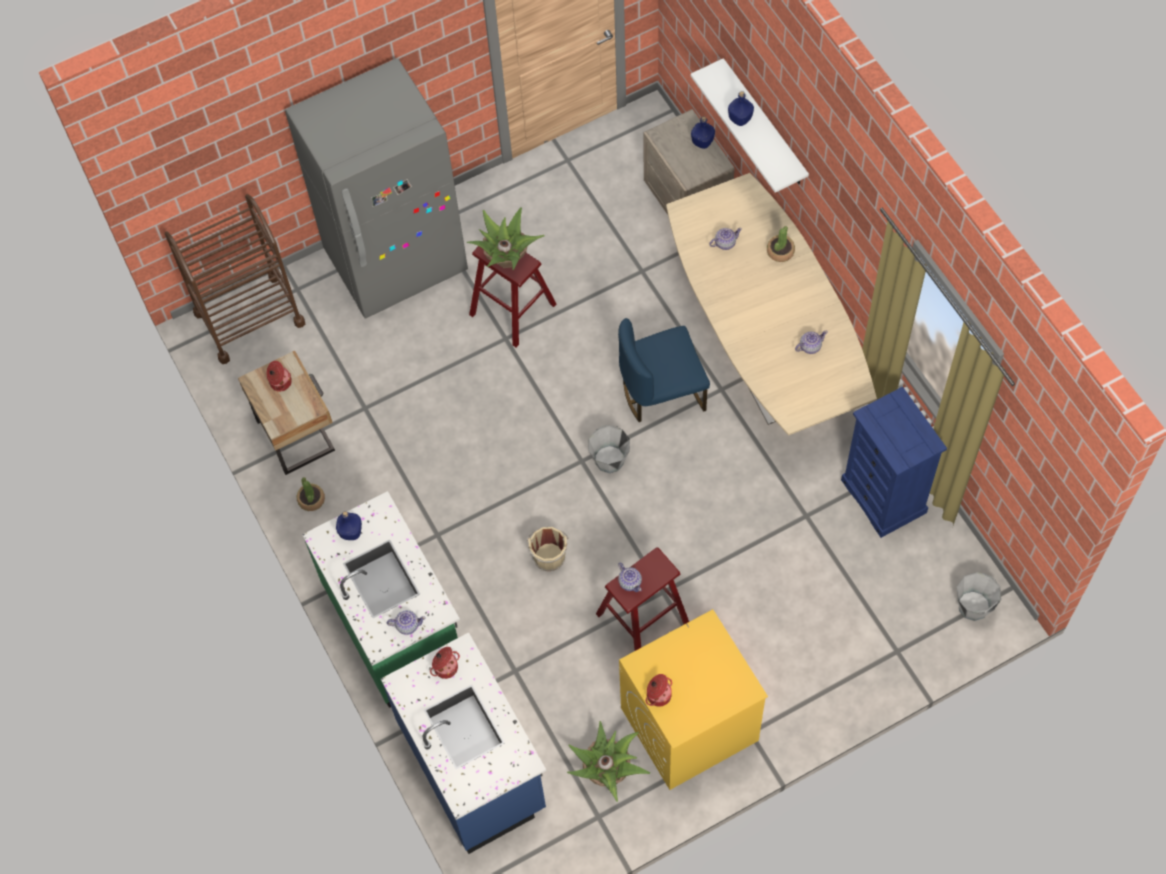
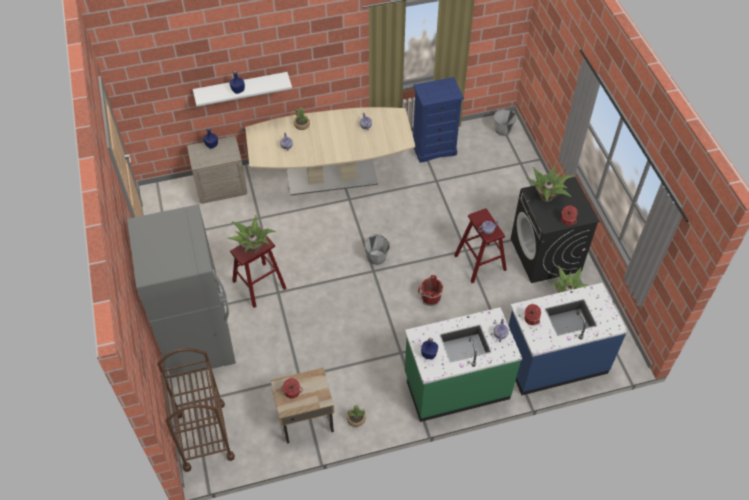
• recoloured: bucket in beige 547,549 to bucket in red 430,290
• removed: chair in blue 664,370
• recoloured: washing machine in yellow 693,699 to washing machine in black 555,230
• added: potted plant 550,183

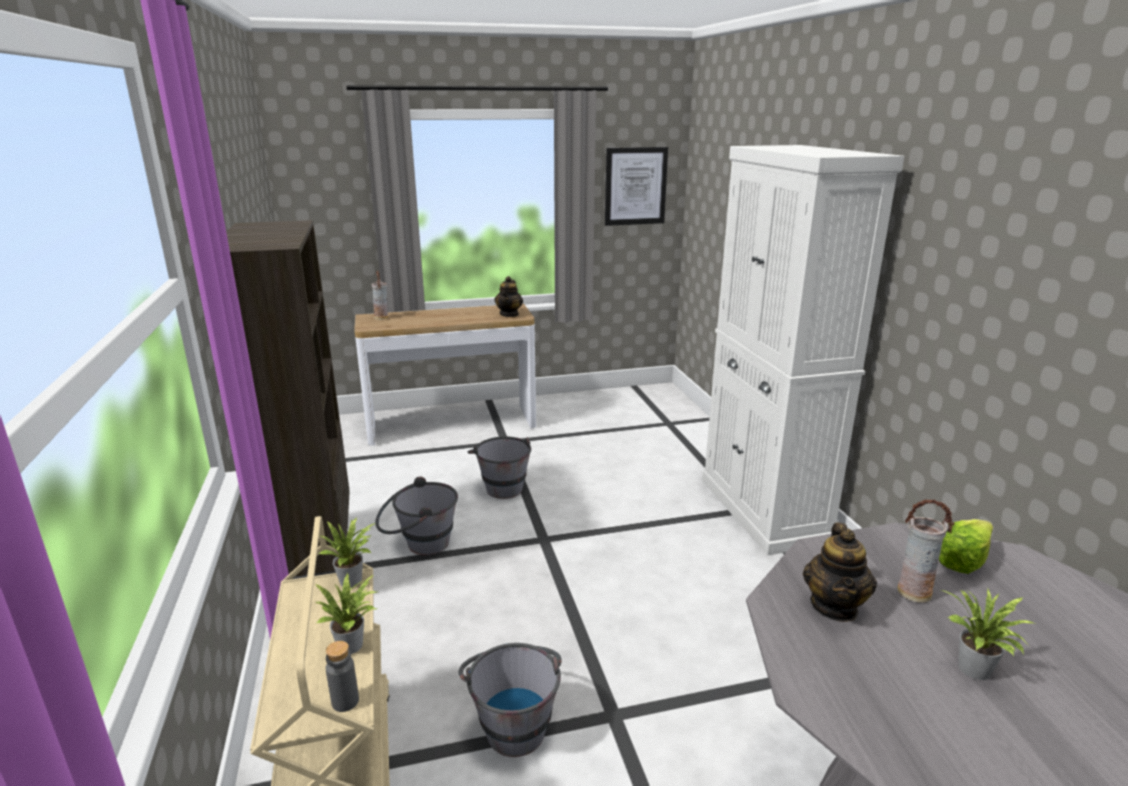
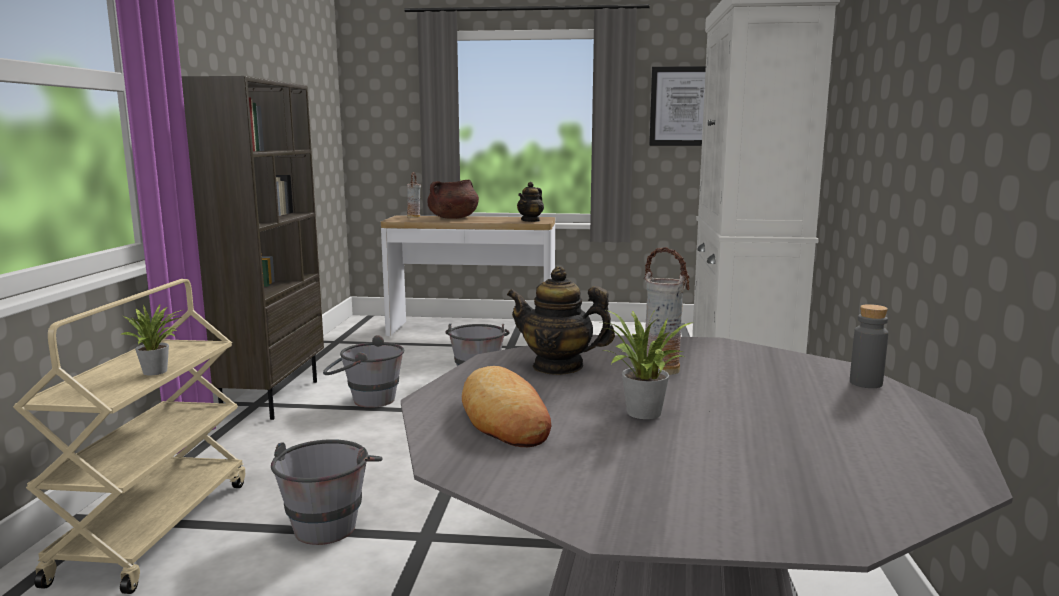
• removed: potted plant 347,552
• moved: bottle in grey 342,676 to 869,346
• turned: teapot 840,572 = 561,320 75 degrees clockwise
• removed: lettuce 966,546
• added: cooking pot in brown 453,199
• added: bread 506,406

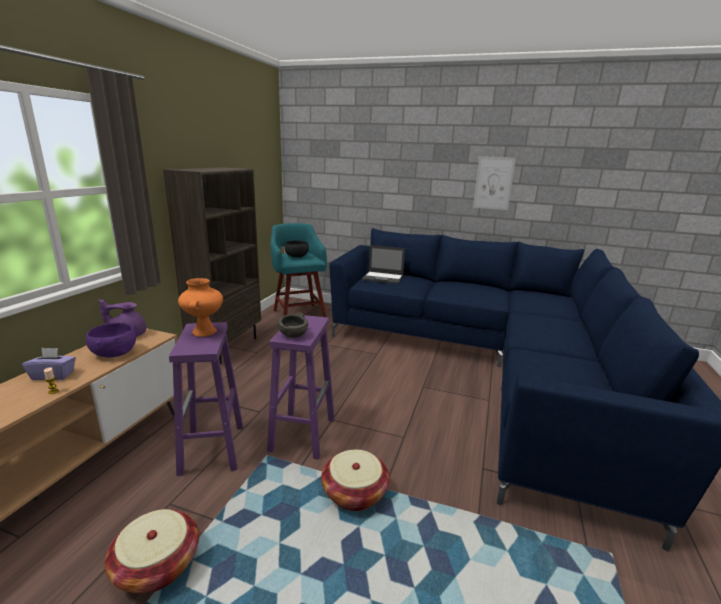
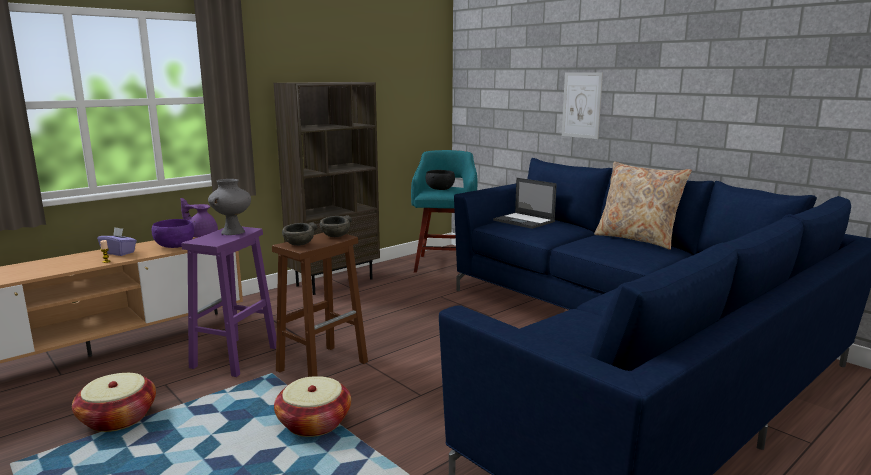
• recoloured: vase in orange 200,307 to vase in grey 229,207
• recoloured: stool in purple 301,387 to stool in brown 320,305
• moved: picture 494,183 to 582,106
• added: bowl in grey 336,226
• added: pillow in beige 643,206

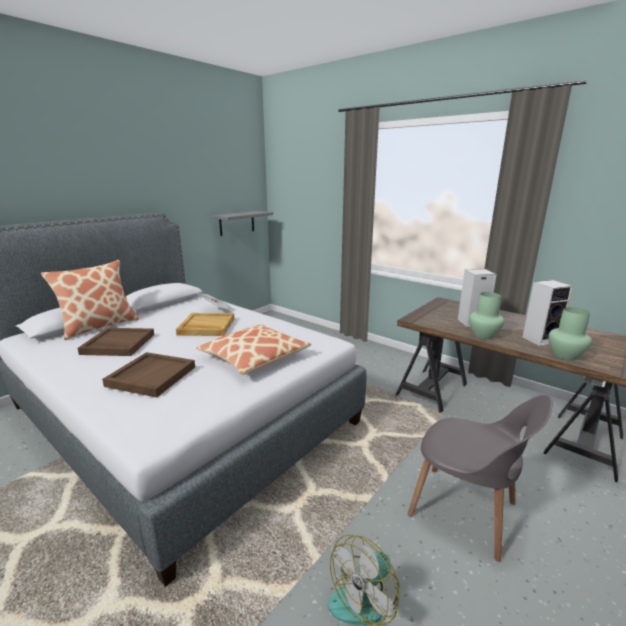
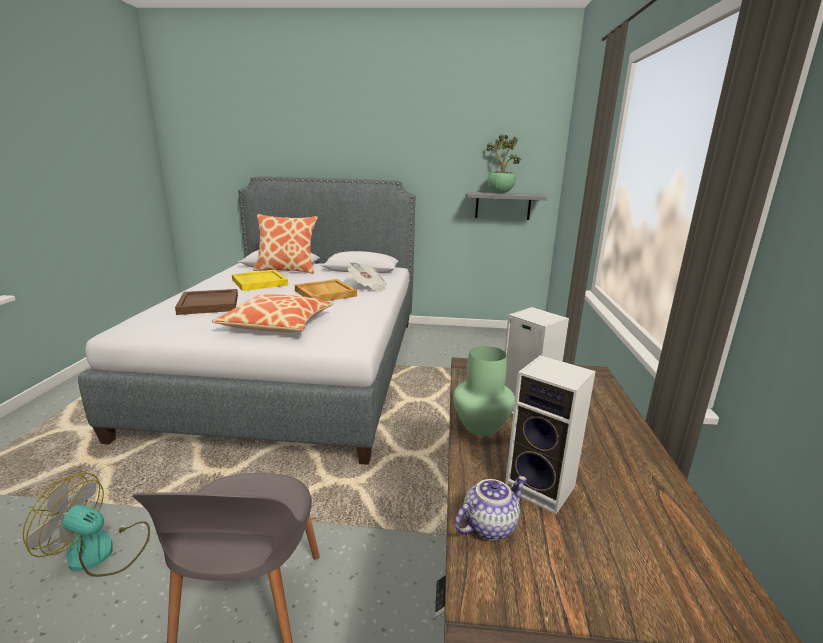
• recoloured: tray in brown 115,342 to tray in yellow 260,280
• replaced: vase in green 570,333 to teapot 491,508
• added: potted plant 503,164

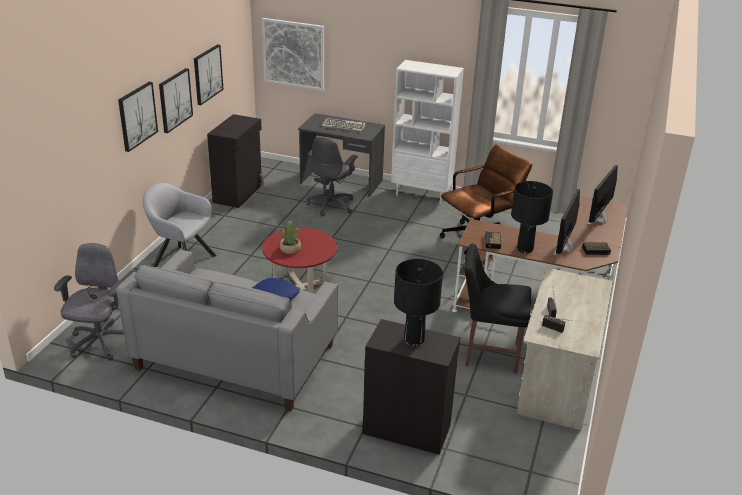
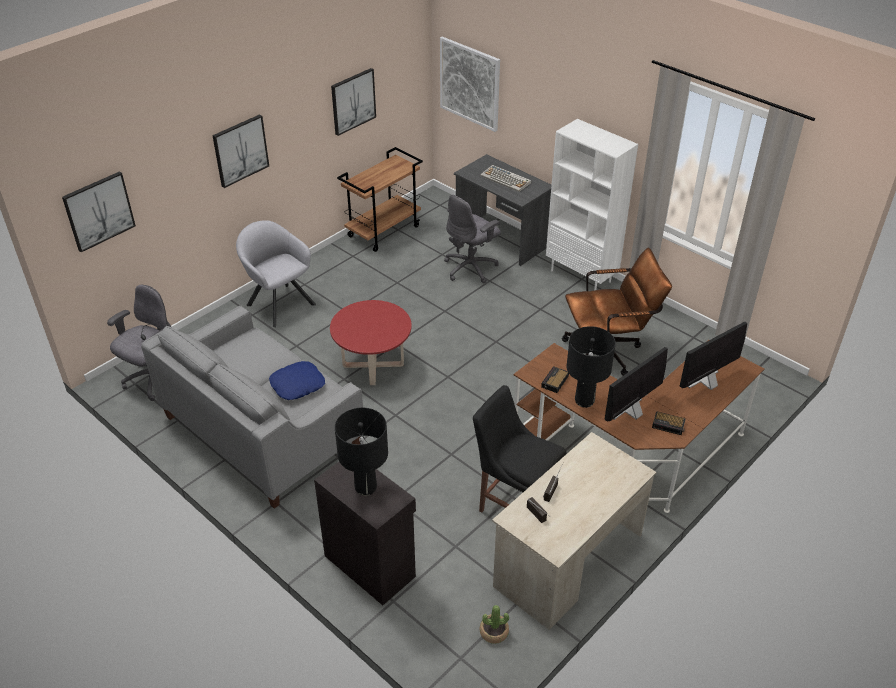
• moved: picture 176,100 to 99,211
• replaced: cabinet in black 235,161 to cart in brown 380,199
• moved: potted plant 290,237 to 494,624

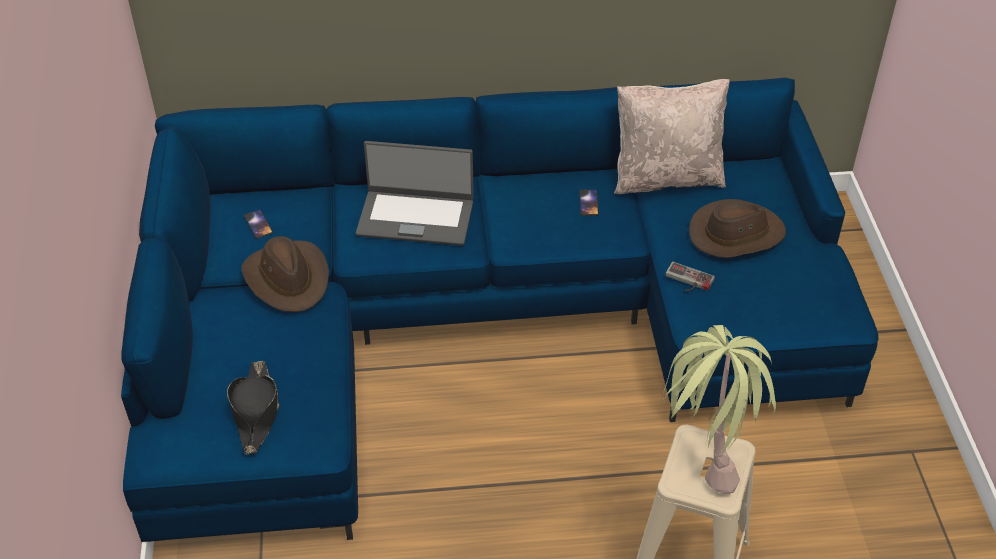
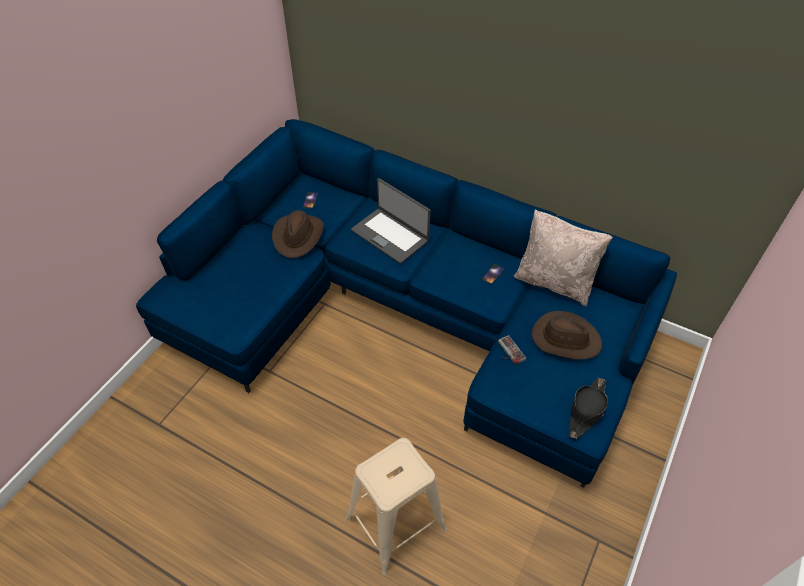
• moved: hat in black 253,407 to 588,408
• removed: potted plant 719,409

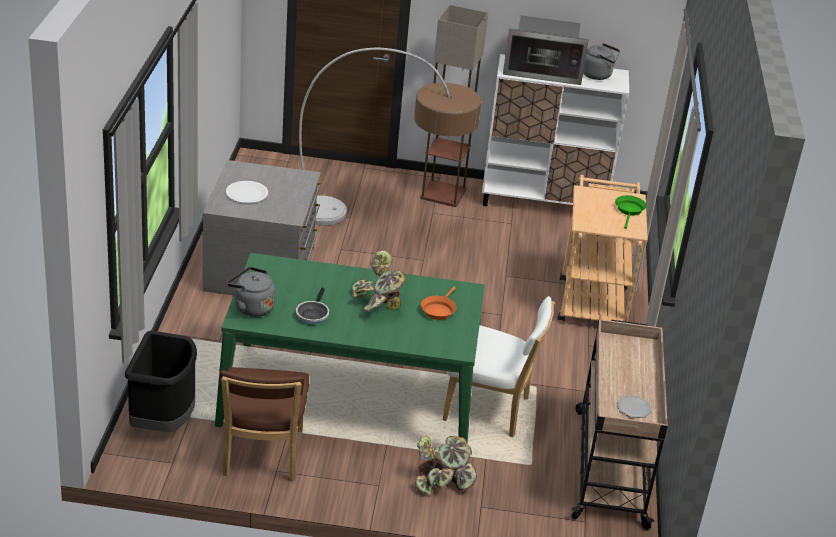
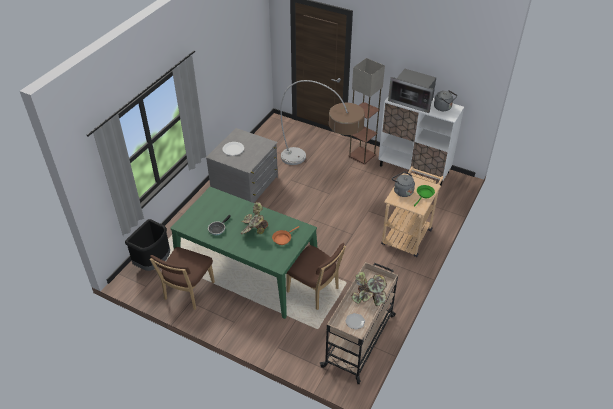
• moved: kettle in grey 251,292 to 403,184
• moved: potted plant 446,465 to 369,289
• recoloured: chair in white 499,366 to chair in brown 316,276

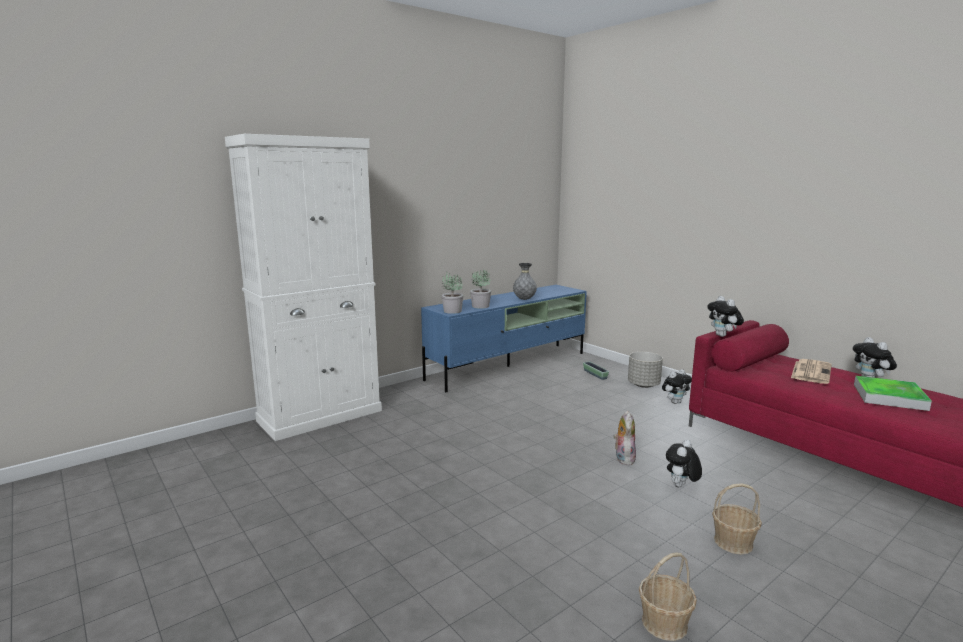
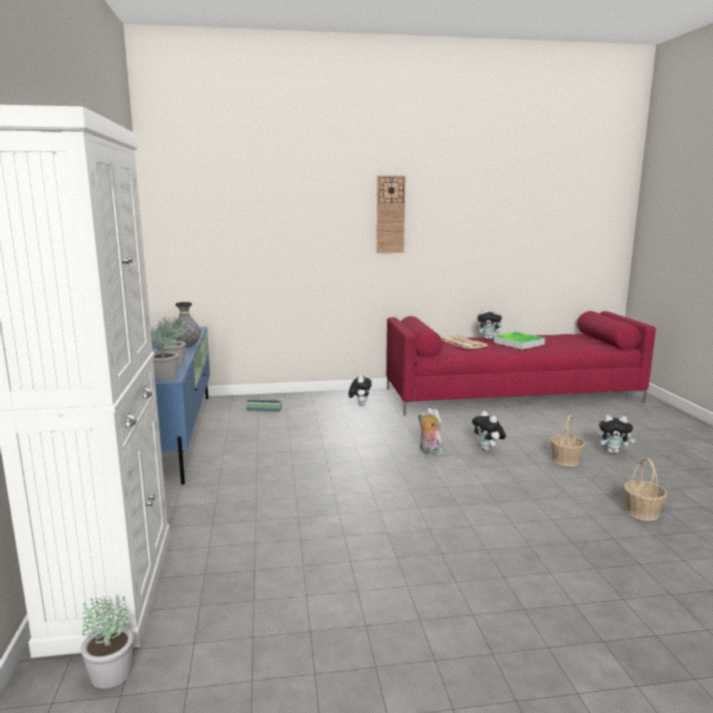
• removed: planter in grey 645,370
• moved: plush toy 725,316 to 616,434
• added: potted plant 107,642
• added: wall clock 391,214

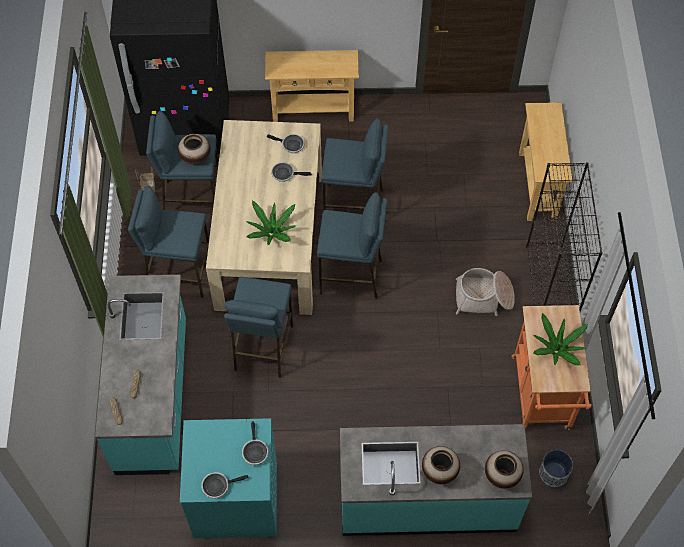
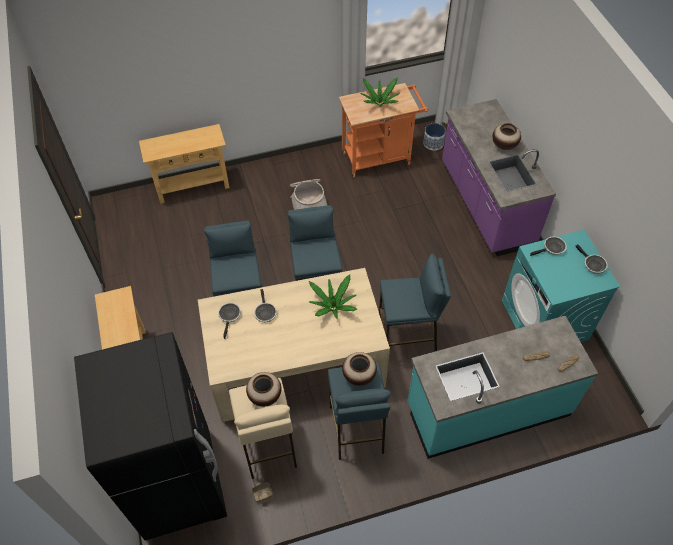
• recoloured: stool in blue 182,160 to stool in beige 263,428
• recoloured: counter in turquoise 436,480 to counter in purple 499,177
• moved: vase 504,469 to 359,369
• removed: bookcase in black 564,237

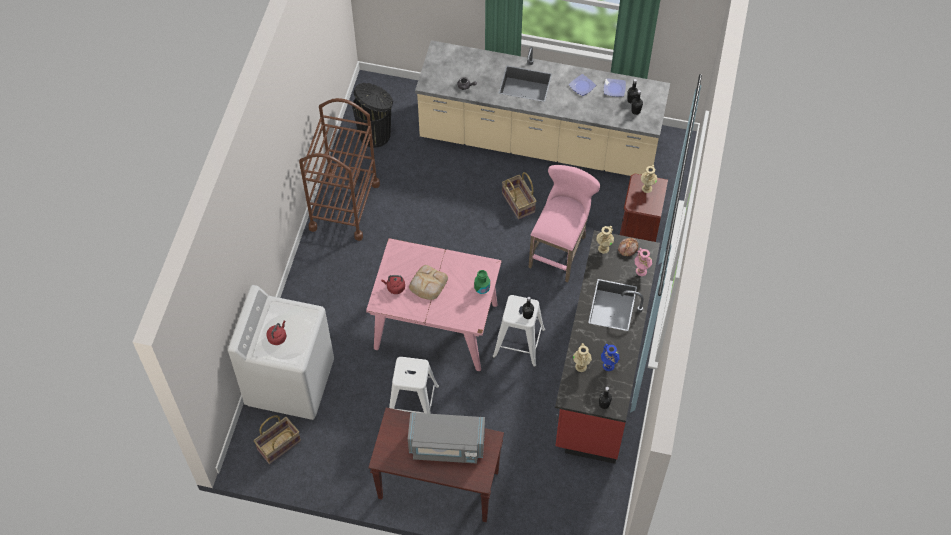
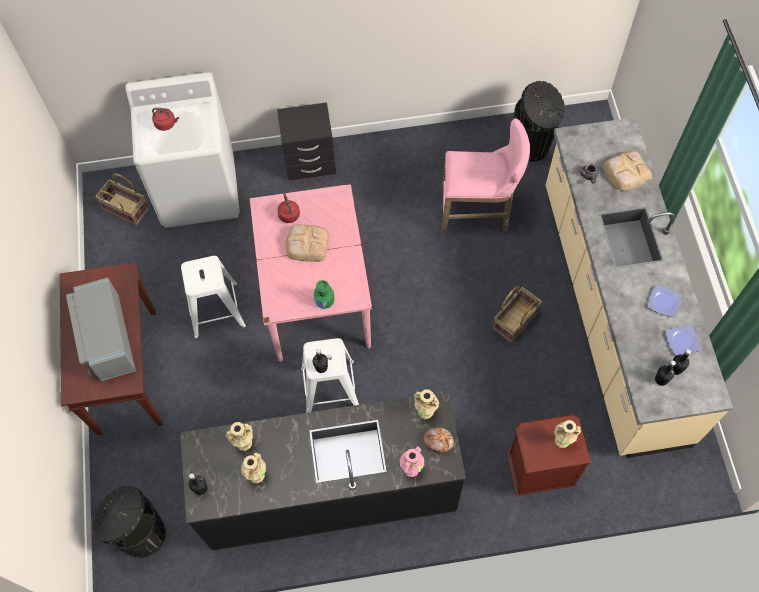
• removed: cart in brown 339,169
• moved: stool in pink 564,223 to 485,175
• recoloured: counter in red 607,347 to counter in black 323,470
• recoloured: vase in blue 610,357 to vase in beige 253,468
• added: trash can in black 129,521
• added: nightstand in black 306,141
• added: bread 627,171

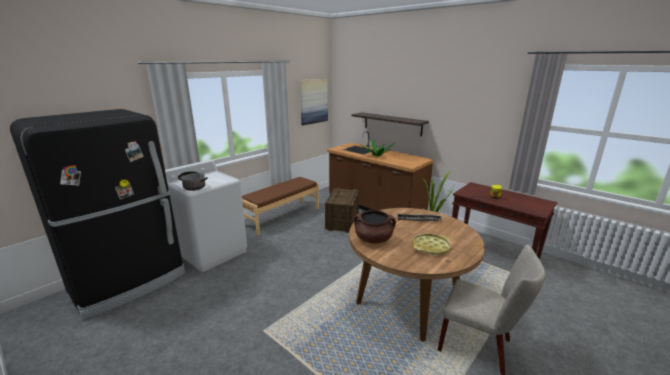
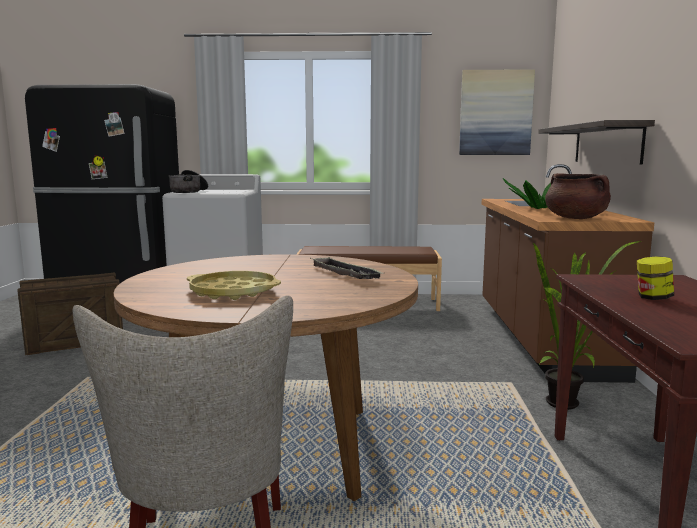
• moved: crate 342,210 to 70,313
• moved: cooking pot in brown 375,227 to 578,196

